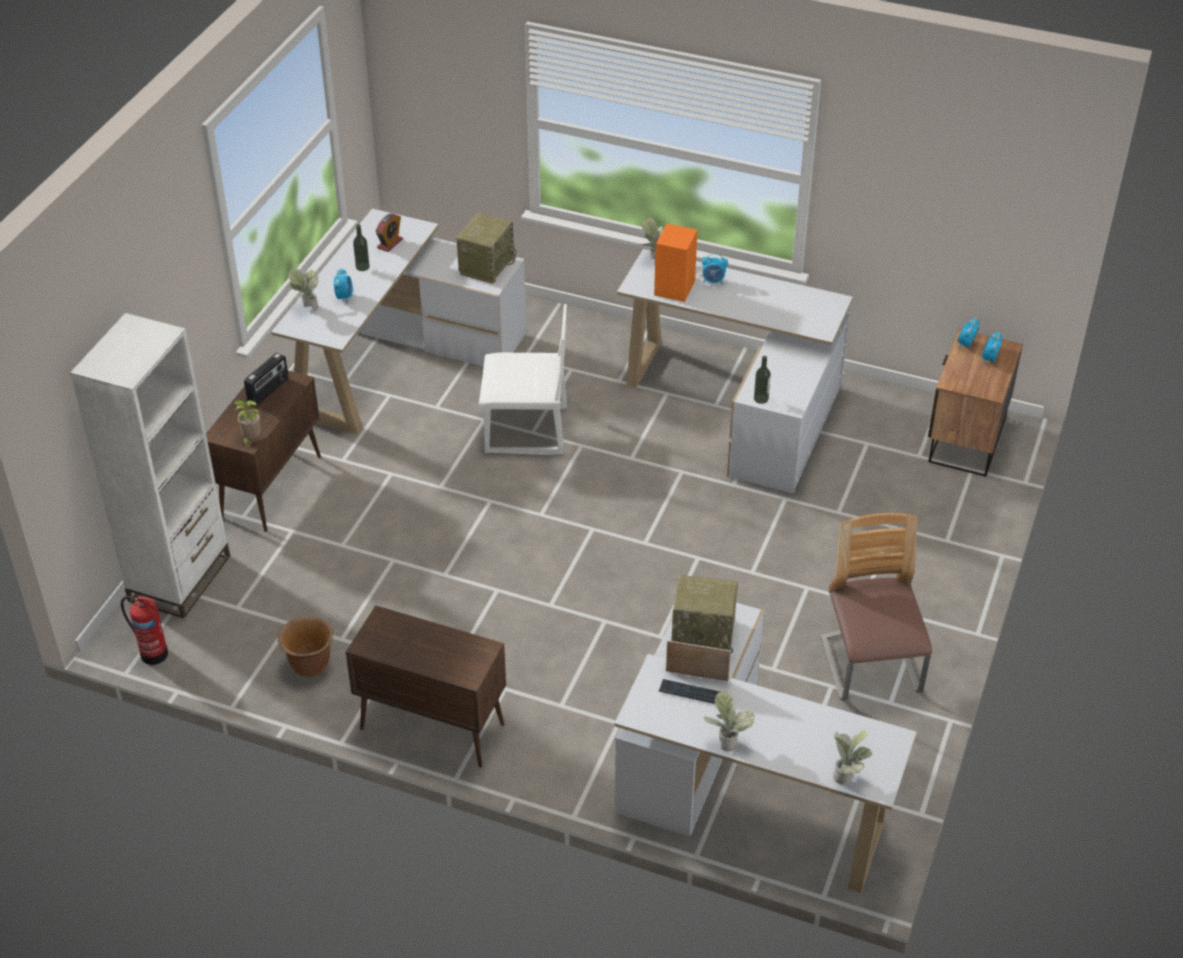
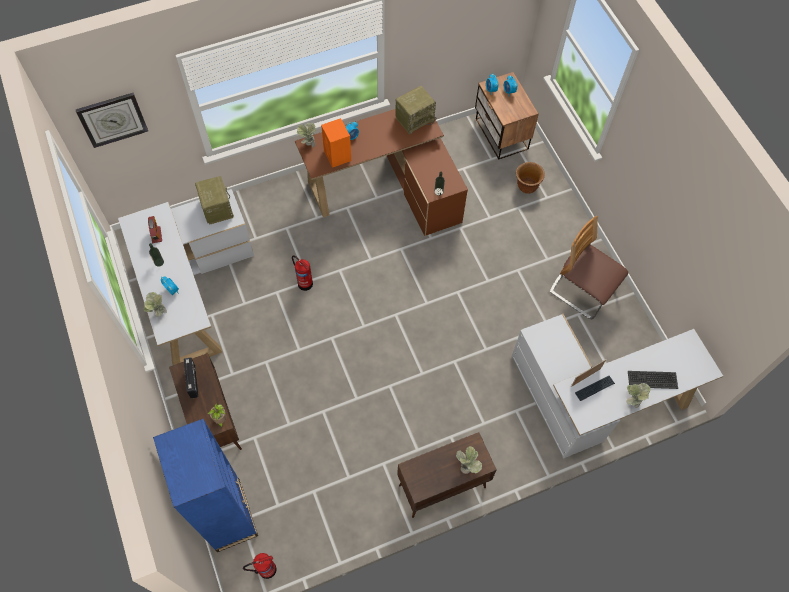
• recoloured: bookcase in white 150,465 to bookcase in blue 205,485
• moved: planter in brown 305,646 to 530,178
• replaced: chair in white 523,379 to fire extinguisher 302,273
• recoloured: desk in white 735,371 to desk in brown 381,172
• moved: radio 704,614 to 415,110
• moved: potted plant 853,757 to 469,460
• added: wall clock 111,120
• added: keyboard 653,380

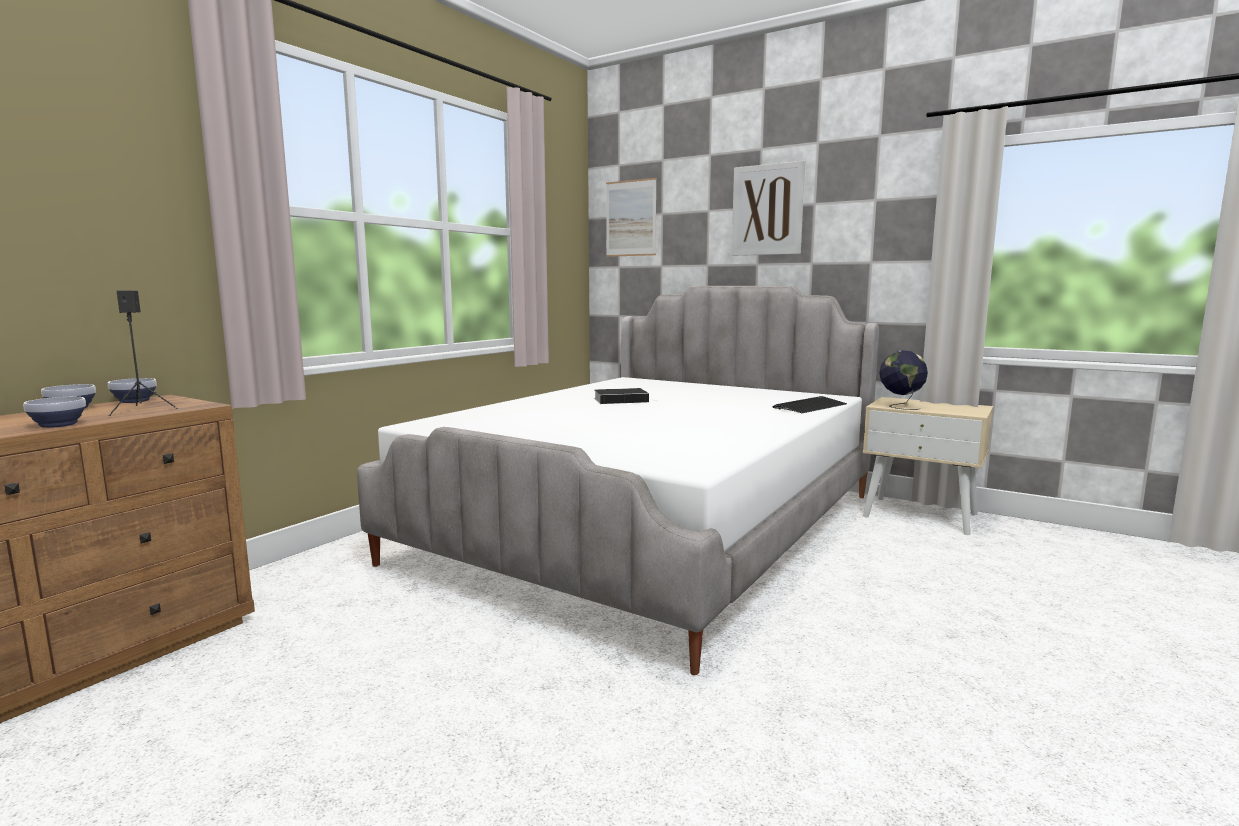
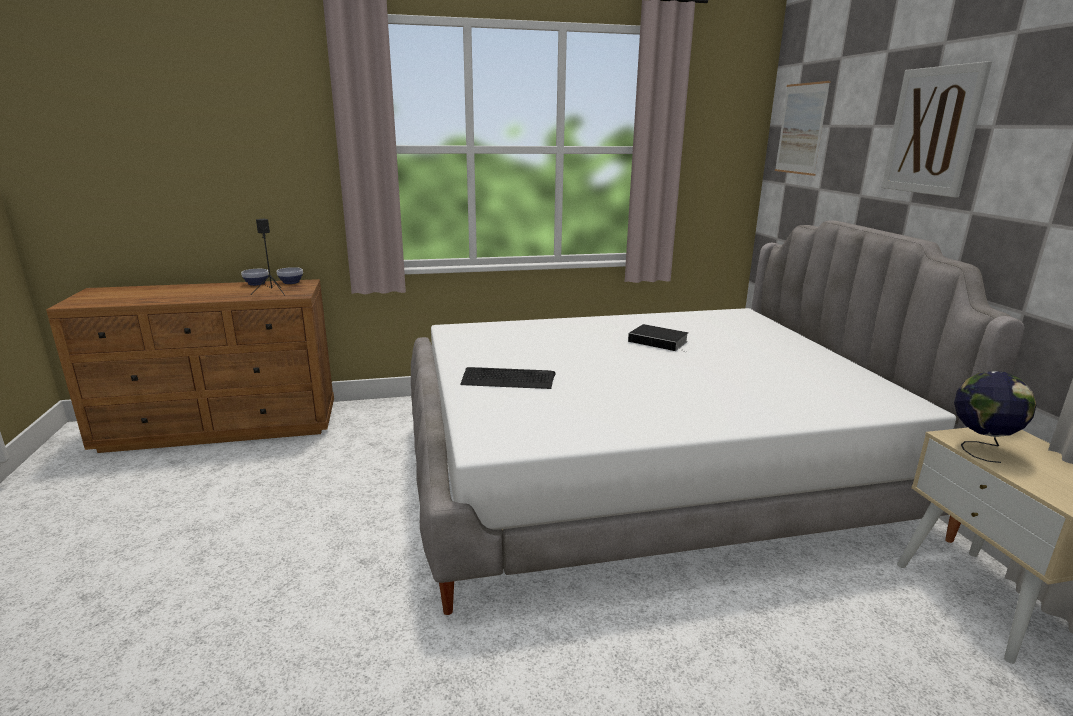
• removed: bowl 54,412
• moved: keyboard 810,404 to 508,378

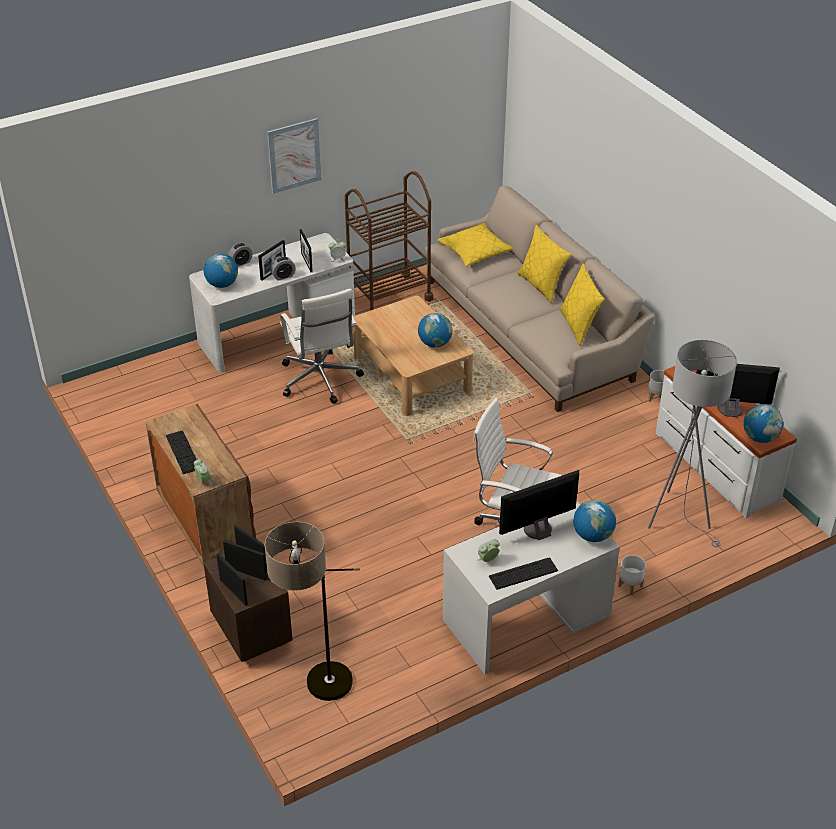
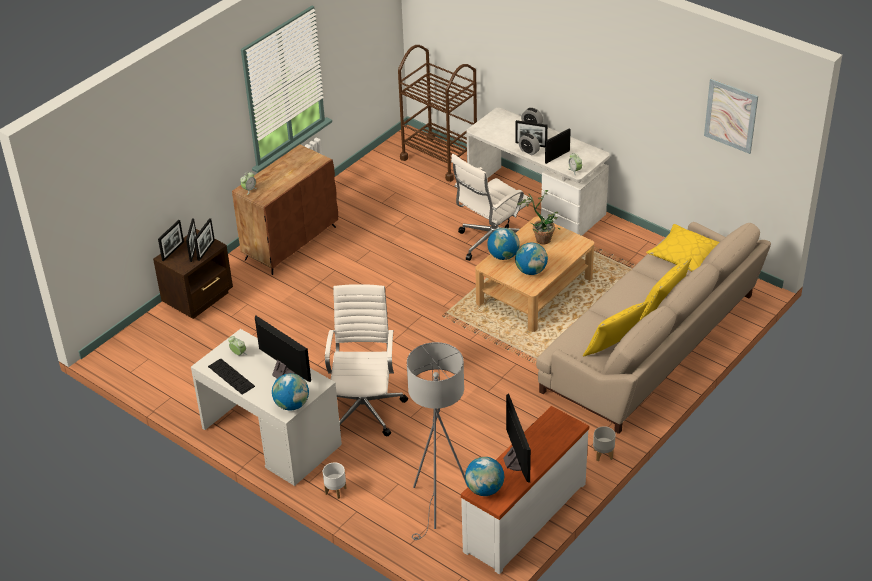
• removed: keyboard 181,452
• moved: globe 221,271 to 503,244
• removed: floor lamp 312,611
• moved: picture 294,156 to 731,116
• moved: cart in brown 389,241 to 437,113
• added: potted plant 539,217

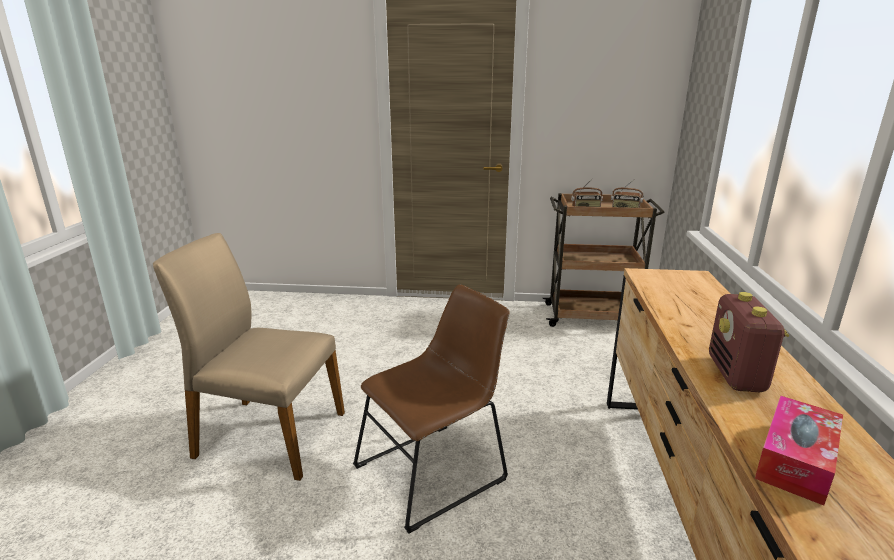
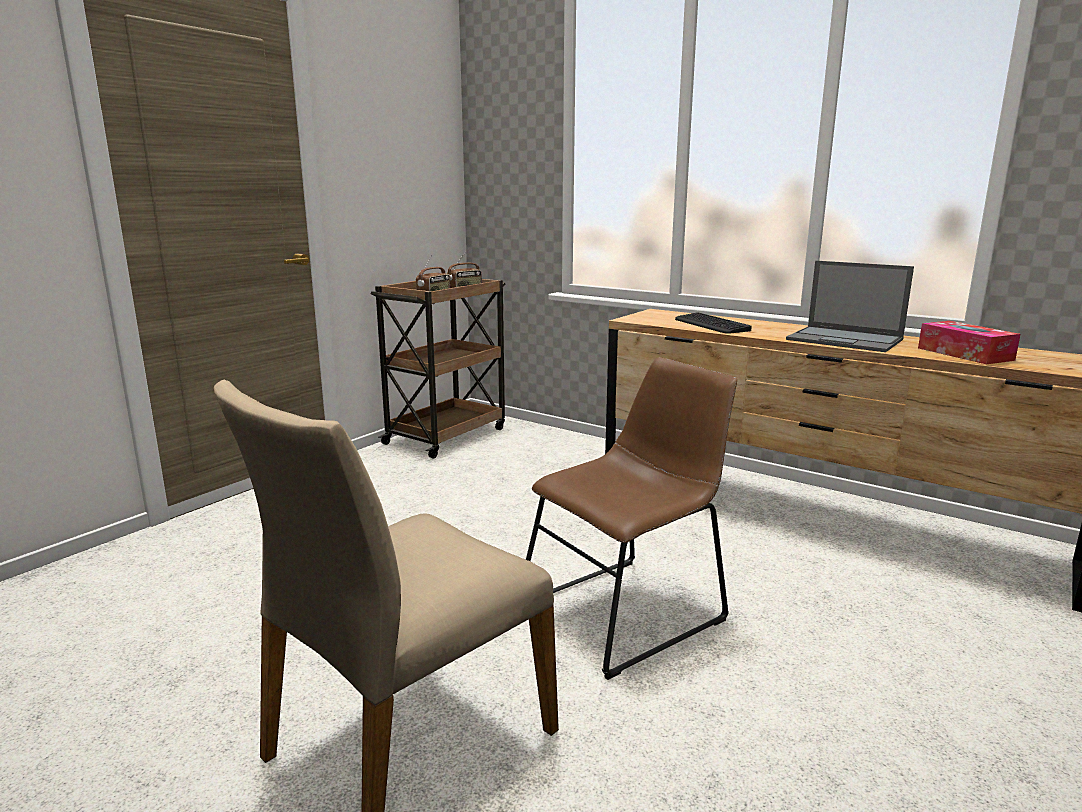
• turned: chair in brown 431,409 = 631,518 60 degrees clockwise
• replaced: radio 749,342 to laptop 850,306
• added: keyboard 713,323

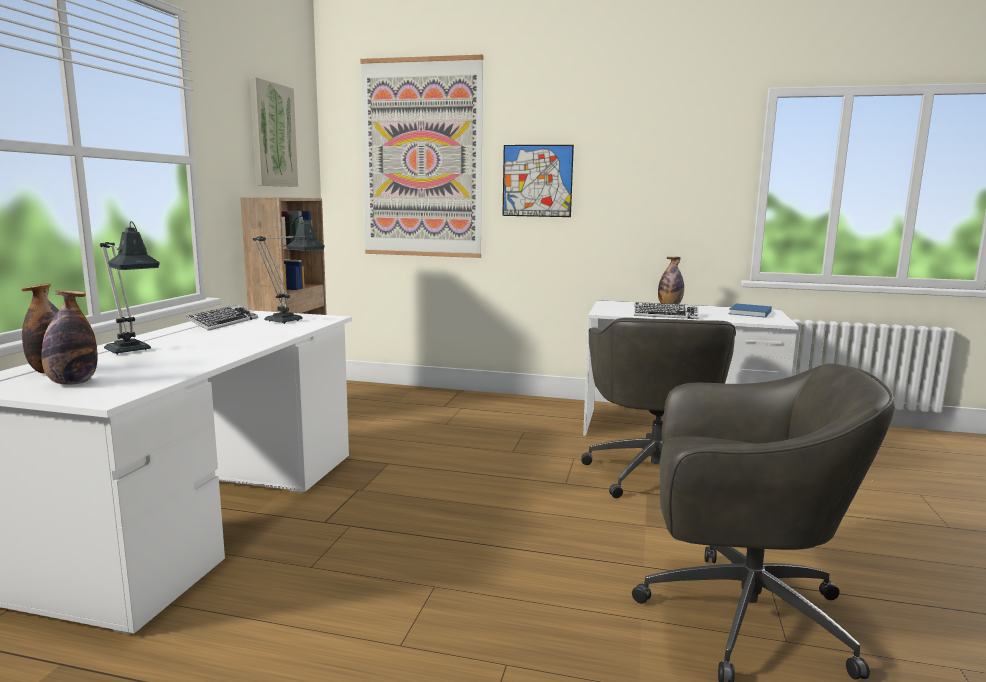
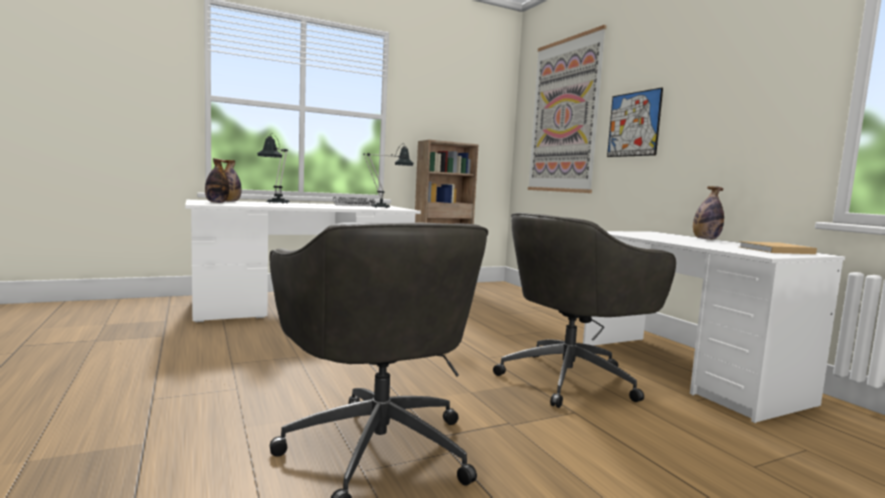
• removed: picture 274,132
• removed: keyboard 667,310
• recoloured: book in blue 750,310 to book in beige 778,247

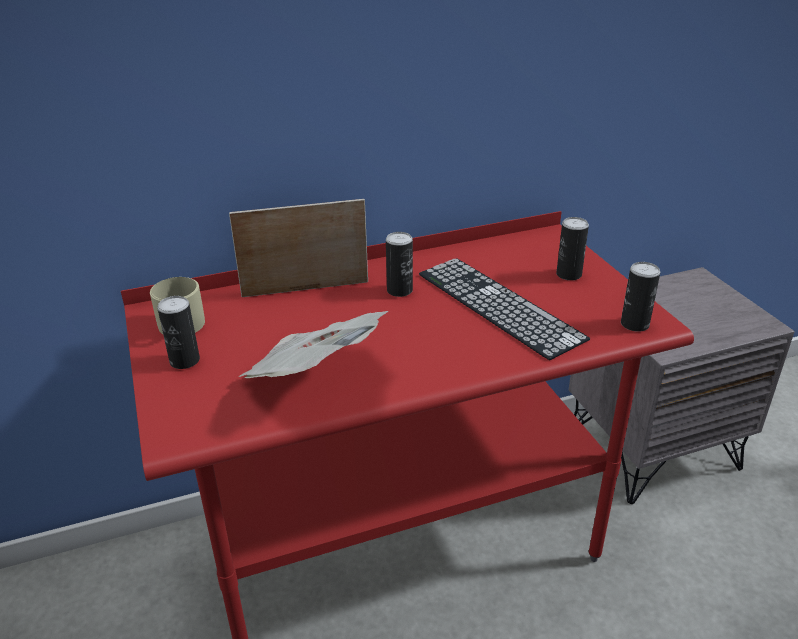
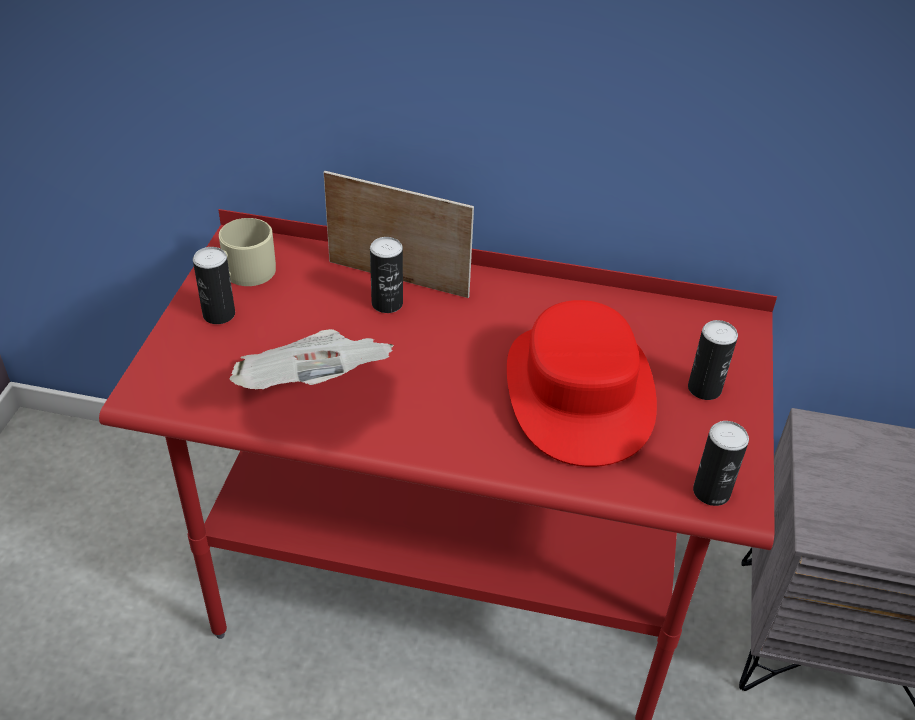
• moved: can 399,264 to 386,275
• replaced: keyboard 504,309 to hat in red 582,383

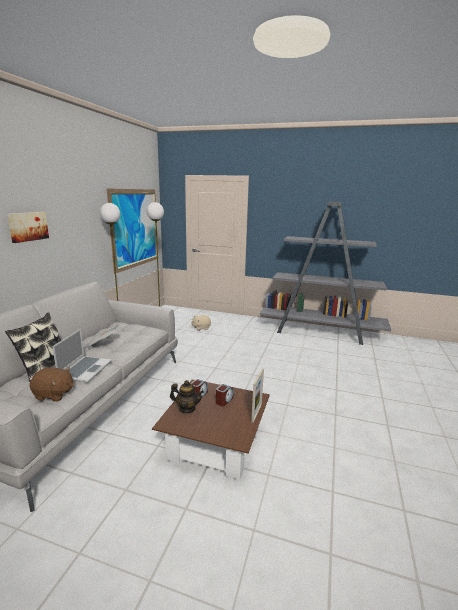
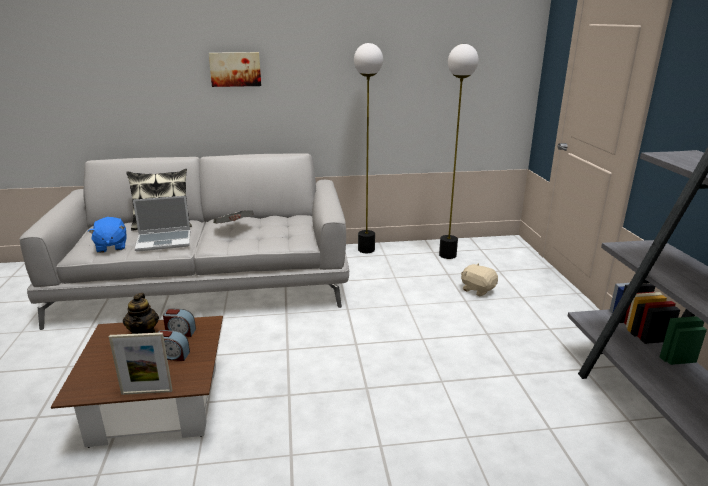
• recoloured: plush toy in brown 52,384 to plush toy in blue 107,235
• removed: picture 132,231

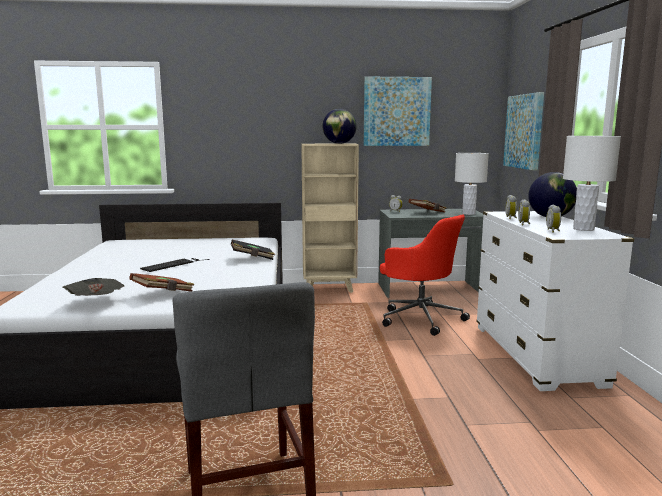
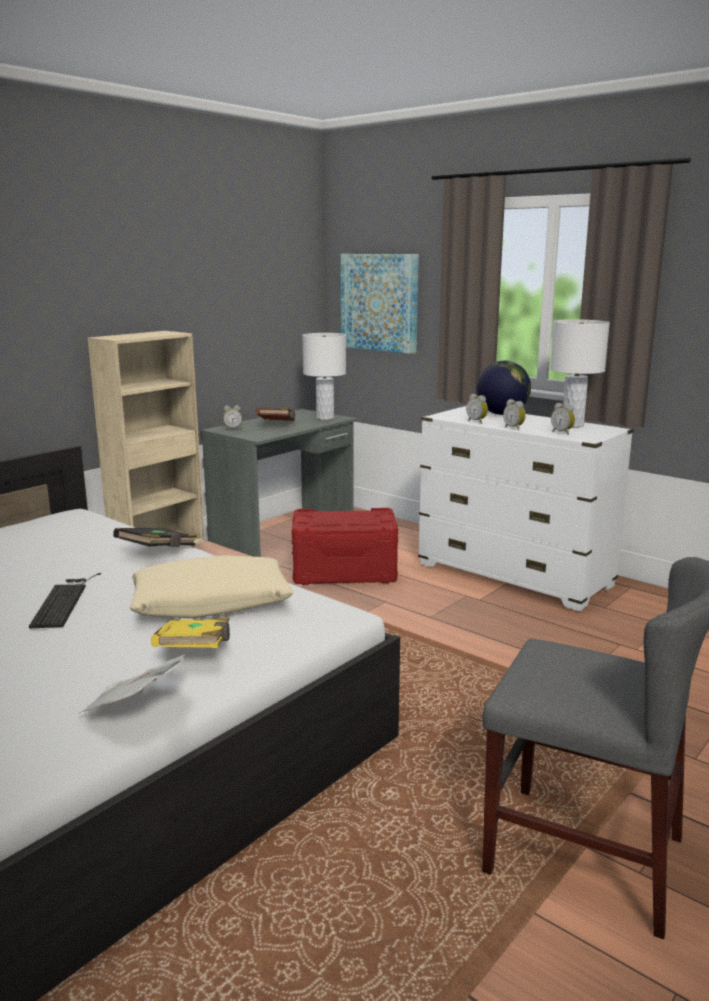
• recoloured: book in brown 162,282 to book in yellow 190,632
• removed: globe 340,126
• removed: picture 398,111
• replaced: office chair in red 425,275 to storage box in red 345,546
• added: pillow in beige 211,587

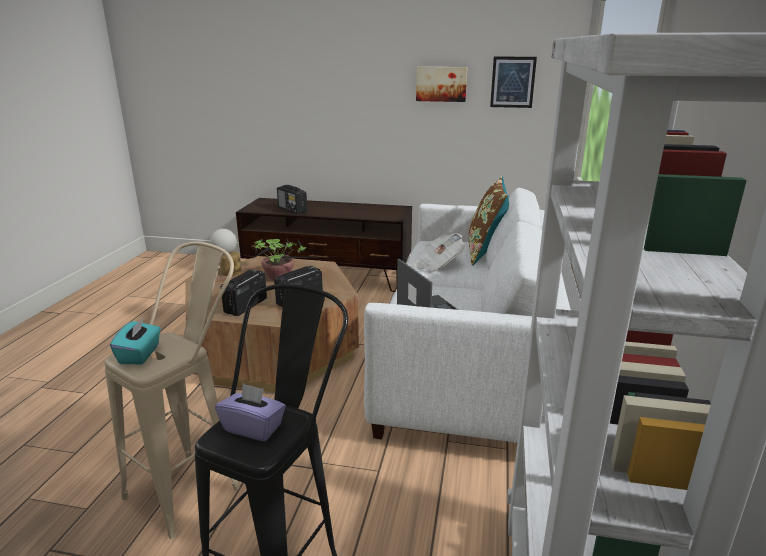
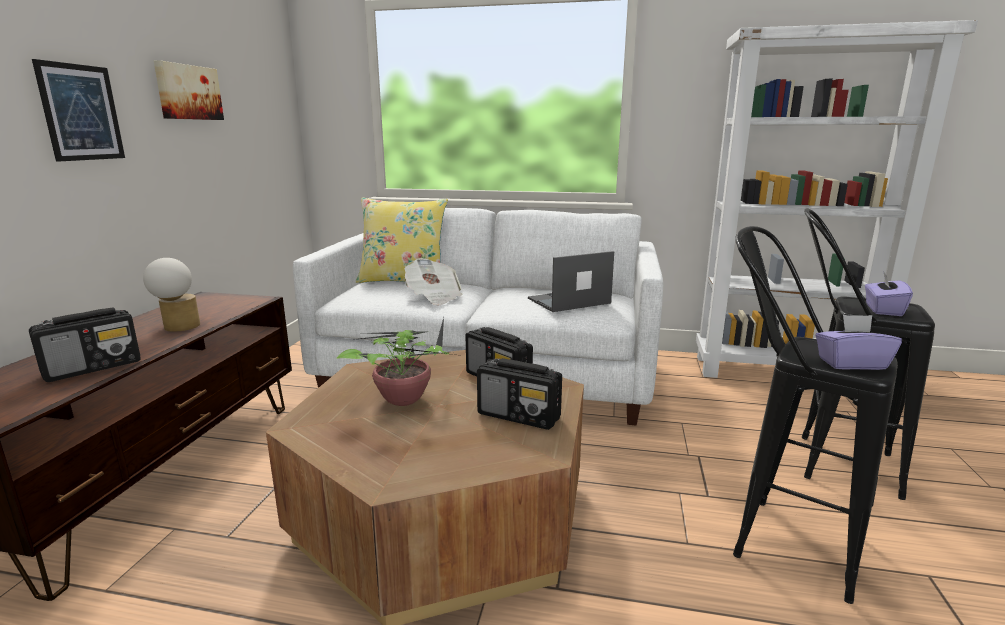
• recoloured: stool in beige 172,390 to stool in black 815,415
• recoloured: tissue box in turquoise 135,340 to tissue box in purple 858,342
• moved: table lamp 226,252 to 171,295
• recoloured: pillow in brown 489,221 to pillow in yellow 402,240
• moved: picture 513,82 to 78,110

